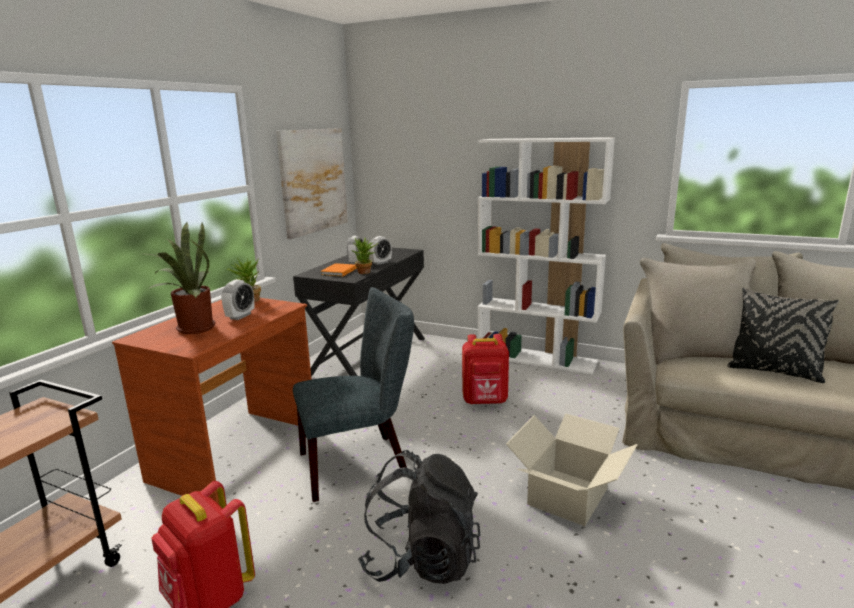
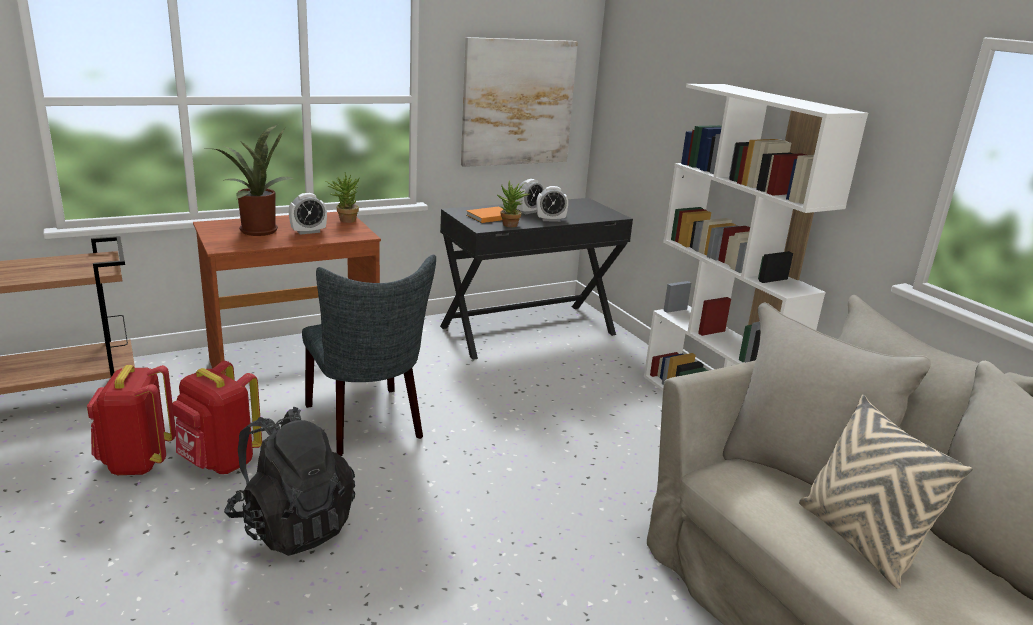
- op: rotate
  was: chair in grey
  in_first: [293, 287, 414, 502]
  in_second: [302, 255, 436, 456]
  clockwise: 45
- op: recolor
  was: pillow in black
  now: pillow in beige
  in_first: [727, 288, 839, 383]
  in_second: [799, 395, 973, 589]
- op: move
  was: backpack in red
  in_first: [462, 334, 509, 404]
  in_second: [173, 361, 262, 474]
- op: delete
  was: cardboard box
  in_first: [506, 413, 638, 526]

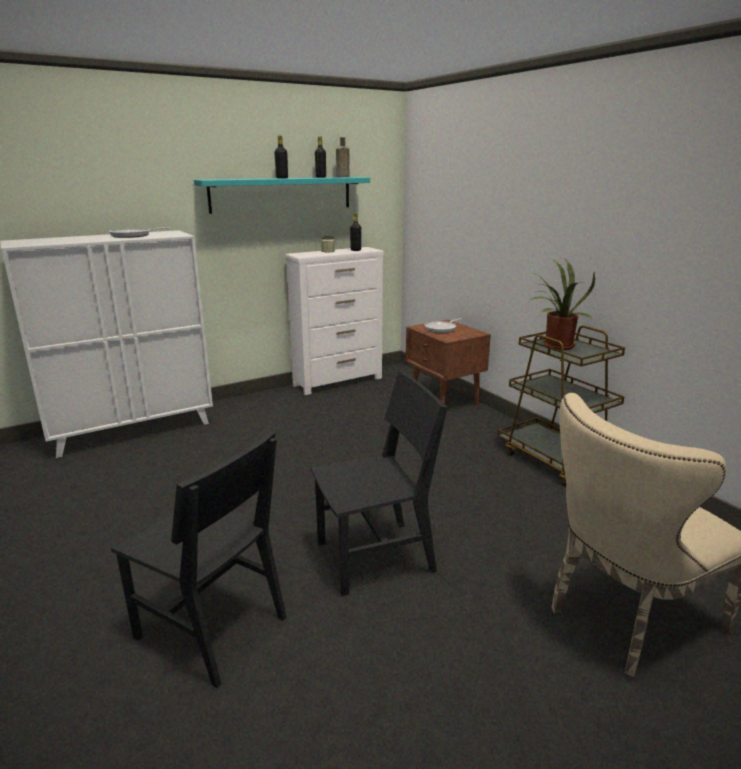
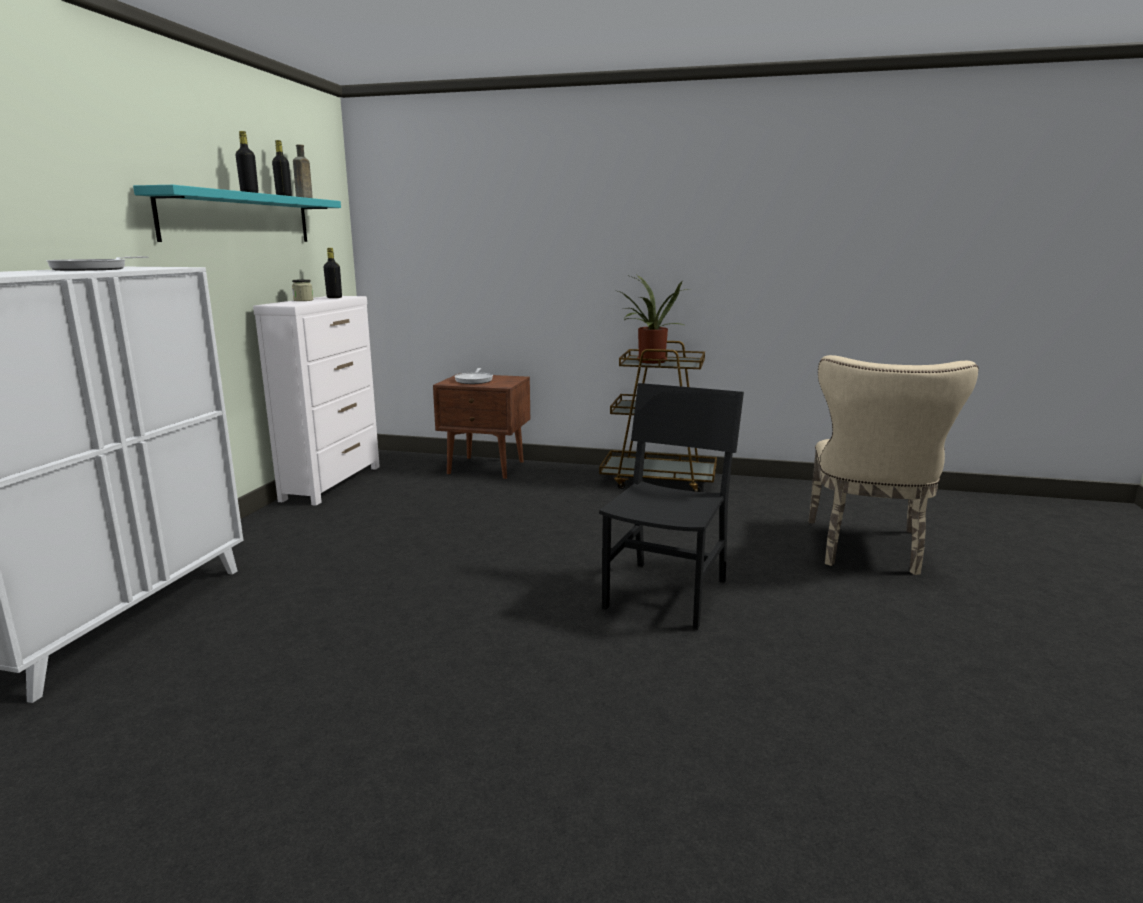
- op: delete
  was: chair in black
  in_first: [111, 430, 287, 688]

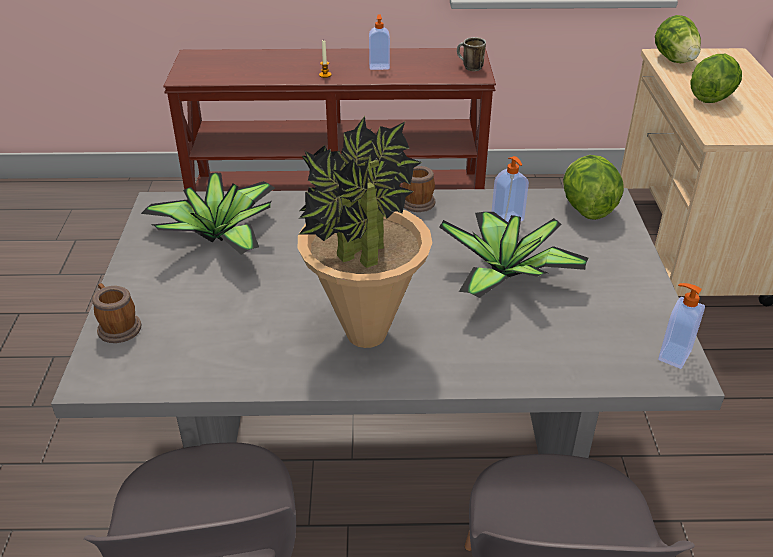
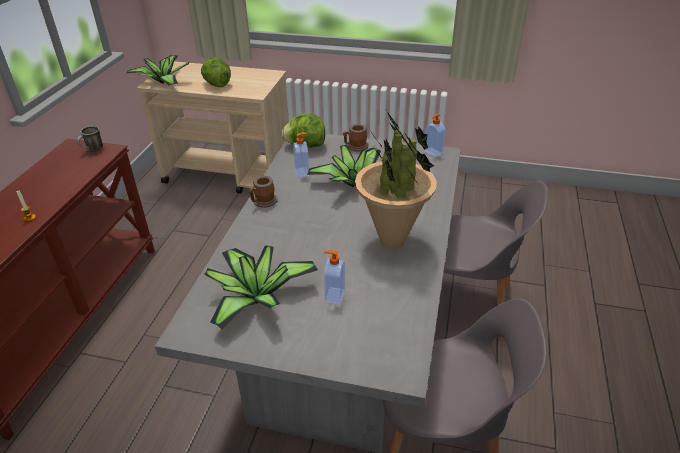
- op: move
  was: soap dispenser
  in_first: [369, 15, 390, 70]
  in_second: [324, 250, 345, 304]
- op: replace
  was: lettuce
  now: potted plant
  in_first: [655, 15, 701, 63]
  in_second: [126, 55, 189, 85]
- op: move
  was: mug
  in_first: [92, 283, 141, 343]
  in_second: [343, 124, 368, 152]

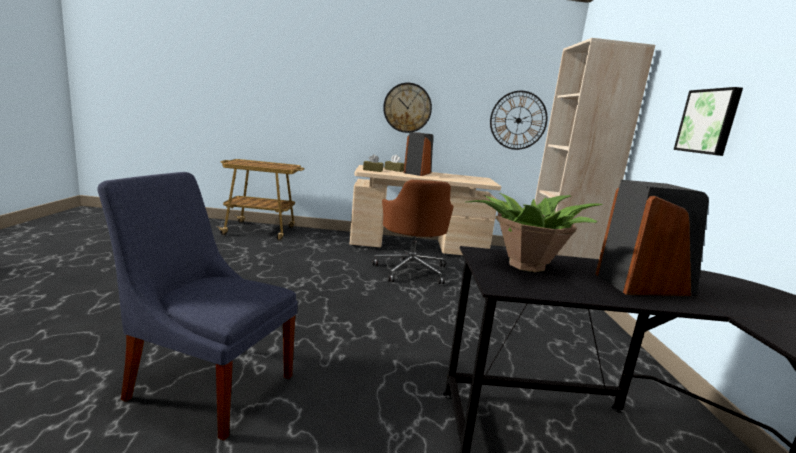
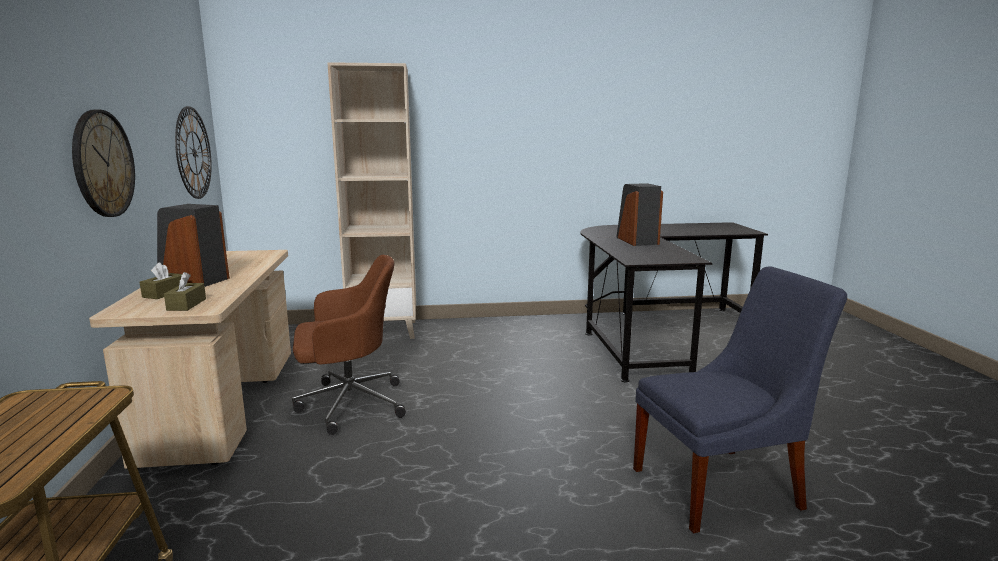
- op: delete
  was: picture
  in_first: [674, 87, 743, 156]
- op: rotate
  was: chair in blue
  in_first: [97, 172, 298, 441]
  in_second: [633, 266, 847, 533]
  clockwise: -120
- op: delete
  was: potted plant
  in_first: [467, 193, 603, 272]

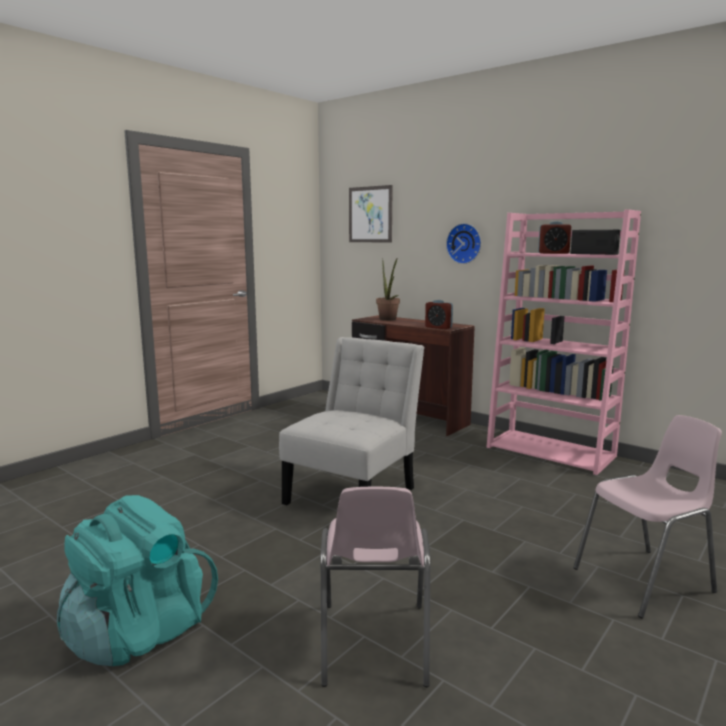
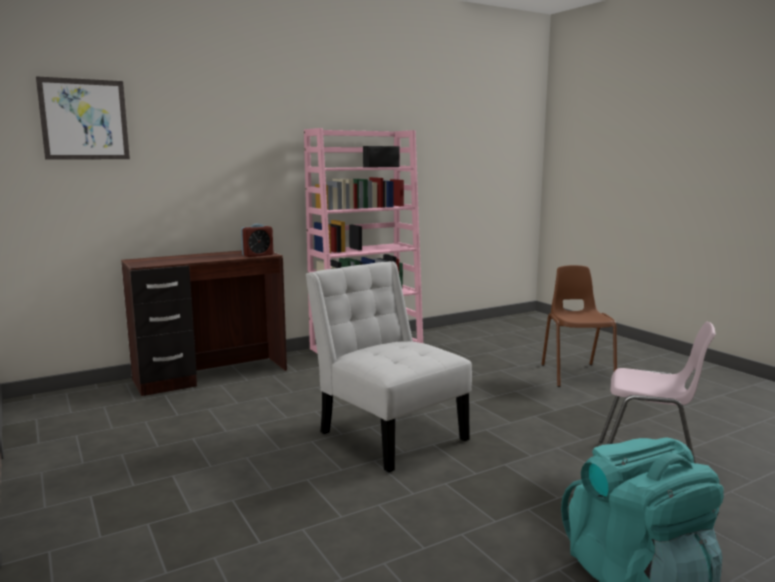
- op: delete
  was: alarm clock
  in_first: [538, 221, 571, 254]
- op: delete
  was: wall clock
  in_first: [446, 223, 481, 264]
- op: delete
  was: potted plant
  in_first: [376, 258, 400, 321]
- op: recolor
  was: chair in pink
  now: chair in brown
  in_first: [573, 415, 722, 618]
  in_second: [542, 265, 617, 387]

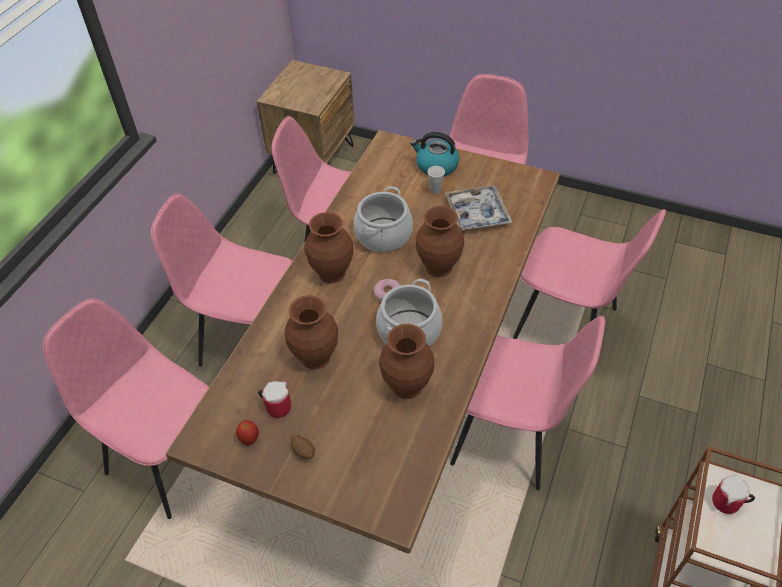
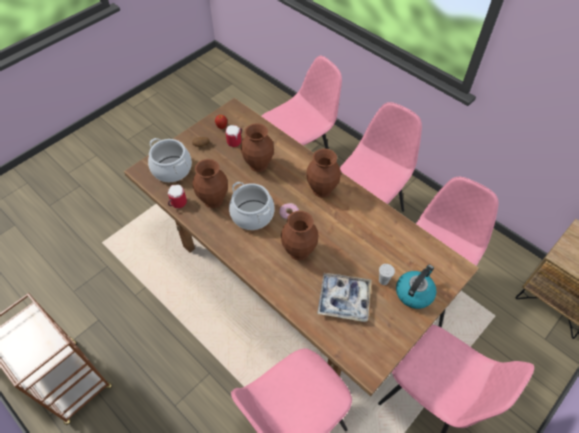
- op: move
  was: cooking pot
  in_first: [353, 186, 413, 252]
  in_second: [148, 138, 192, 182]
- op: delete
  was: chair in pink
  in_first: [450, 315, 605, 490]
- op: move
  was: mug
  in_first: [712, 475, 755, 514]
  in_second: [168, 185, 187, 208]

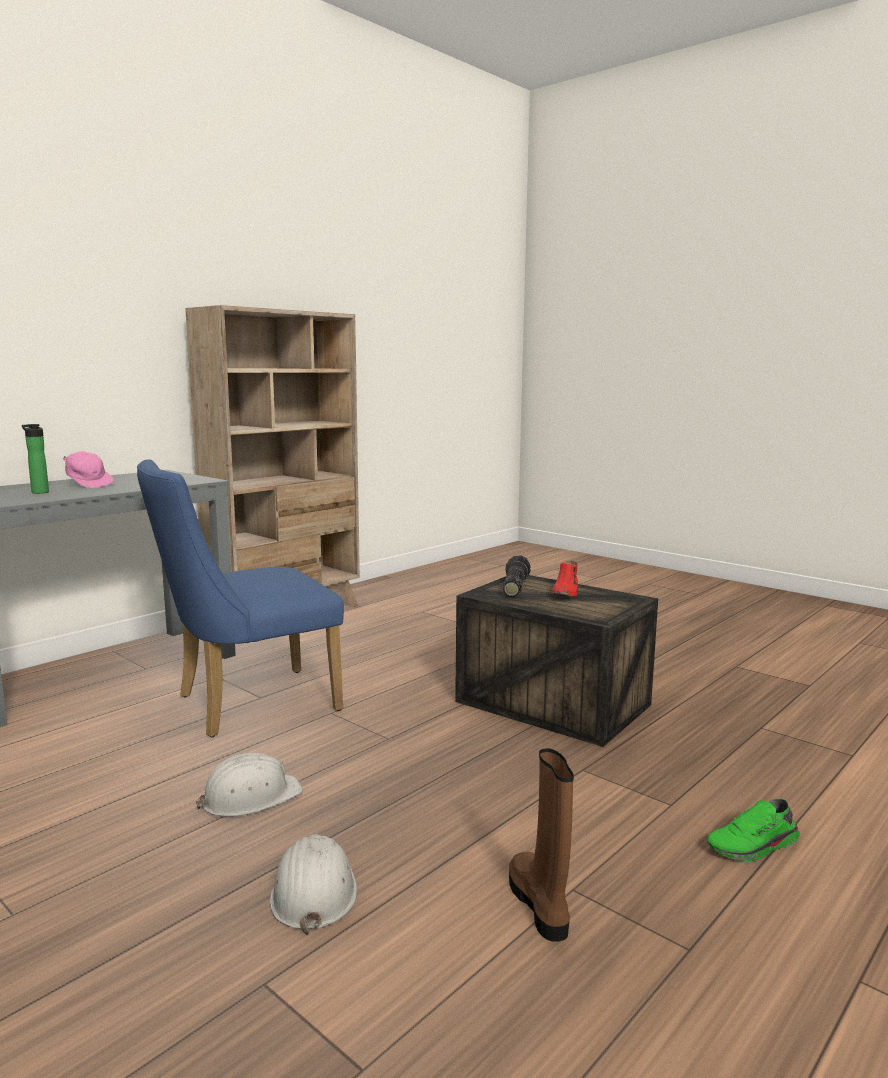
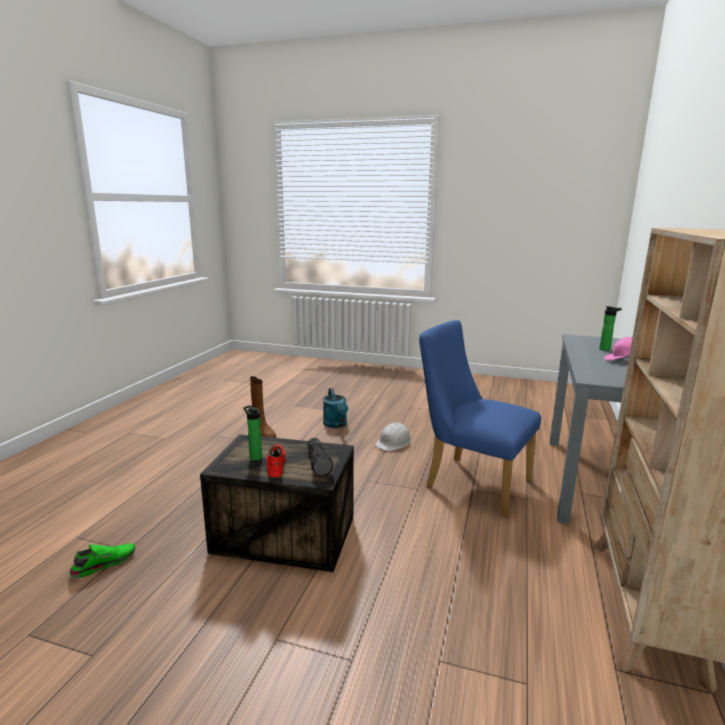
- op: rotate
  was: chair in blue
  in_first: [137, 459, 344, 737]
  in_second: [419, 320, 541, 516]
  clockwise: -90
- op: move
  was: shoe in green
  in_first: [707, 799, 800, 861]
  in_second: [69, 544, 135, 578]
- op: replace
  was: hard hat in white
  now: watering can in turquoise
  in_first: [270, 834, 357, 935]
  in_second: [323, 388, 348, 428]
- op: insert
  now: bottle
  in_second: [243, 405, 262, 461]

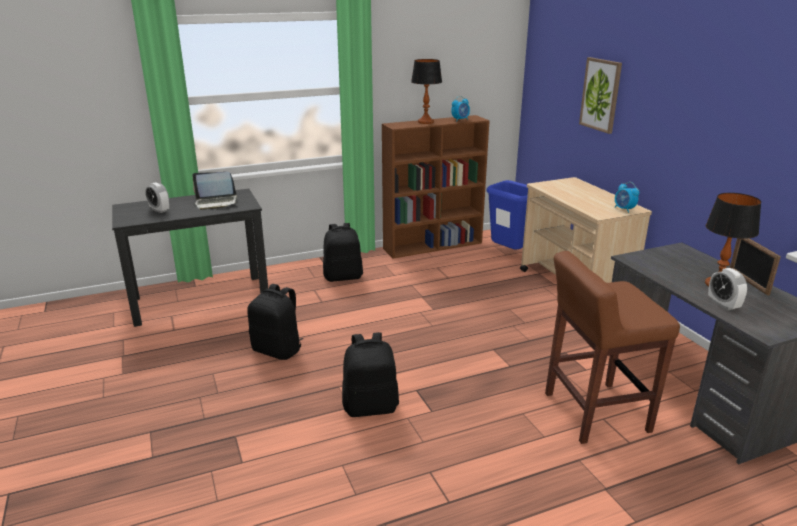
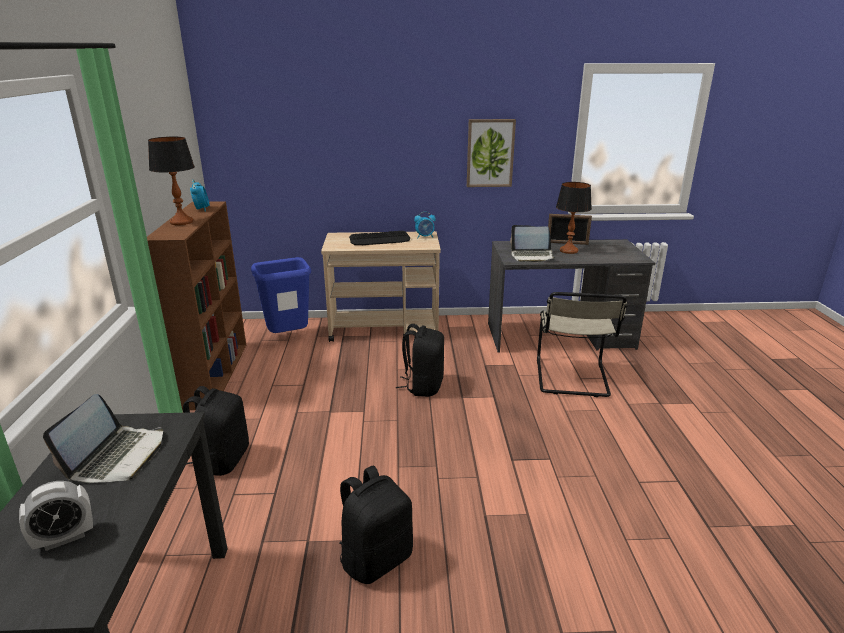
- op: move
  was: picture
  in_first: [579, 57, 622, 134]
  in_second: [467, 119, 516, 187]
- op: replace
  was: stool in brown
  now: chair in beige
  in_first: [545, 251, 680, 444]
  in_second: [537, 292, 628, 397]
- op: delete
  was: alarm clock
  in_first: [708, 268, 747, 311]
- op: move
  was: backpack in black
  in_first: [342, 332, 399, 417]
  in_second: [396, 324, 444, 397]
- op: insert
  now: laptop
  in_second: [510, 225, 556, 262]
- op: insert
  now: keyboard
  in_second: [349, 231, 410, 245]

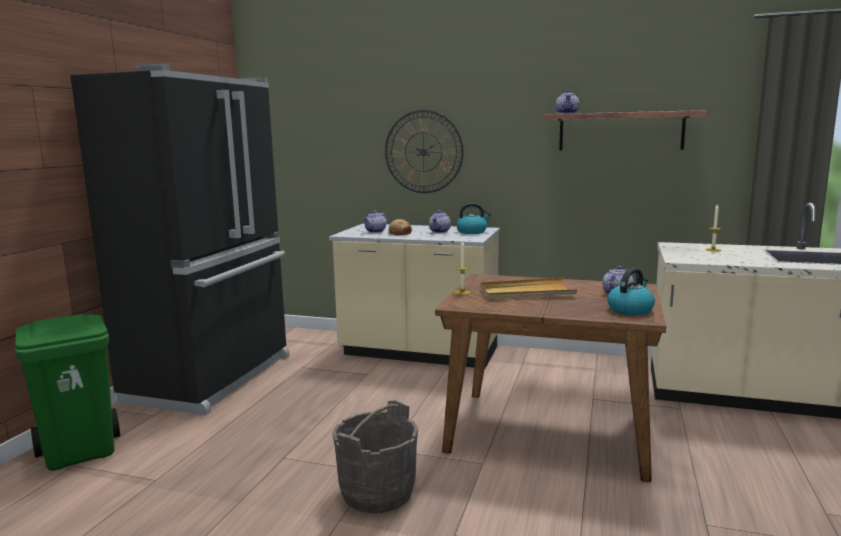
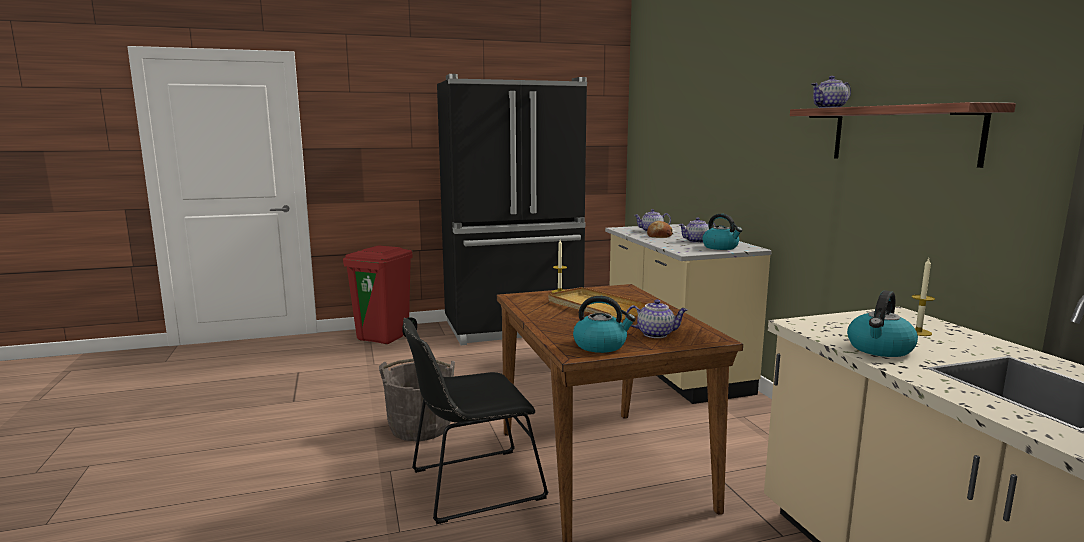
- op: delete
  was: wall clock
  in_first: [385, 110, 464, 193]
- op: recolor
  was: trash can in green
  now: trash can in red
  in_first: [15, 314, 120, 471]
  in_second: [343, 245, 417, 344]
- op: insert
  now: kettle
  in_second: [847, 290, 918, 357]
- op: insert
  now: chair in black
  in_second: [403, 318, 548, 524]

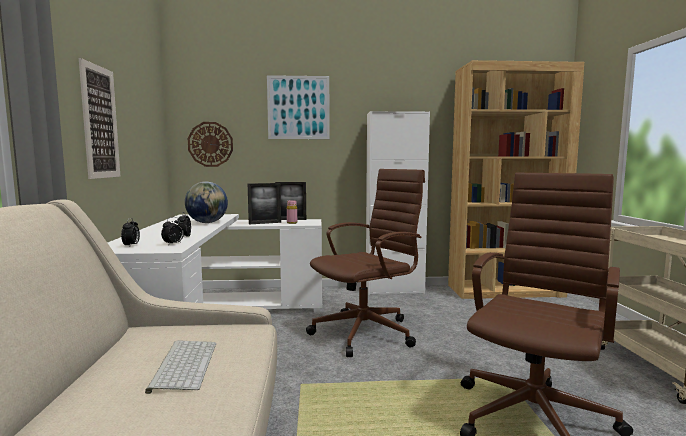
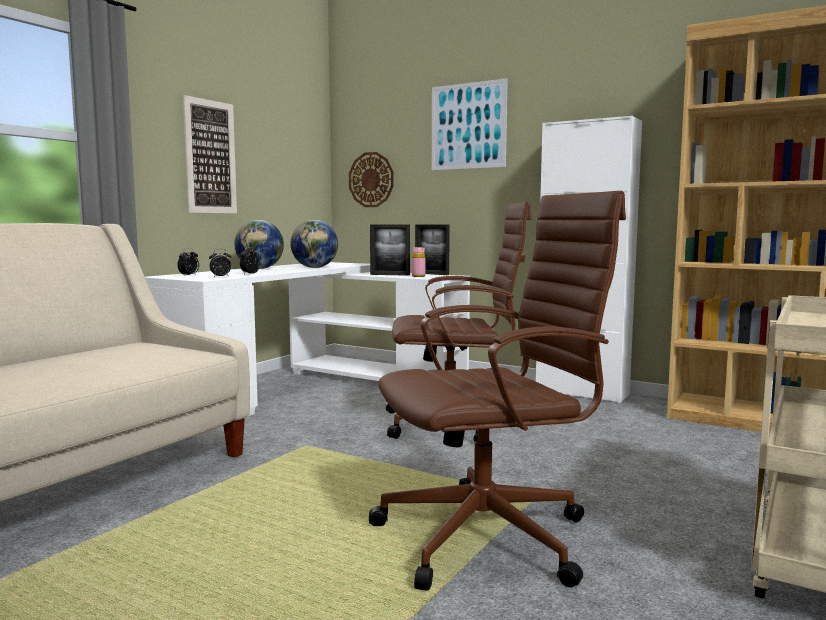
- op: delete
  was: keyboard
  in_first: [145, 340, 216, 394]
- op: insert
  now: globe
  in_second: [234, 220, 284, 269]

